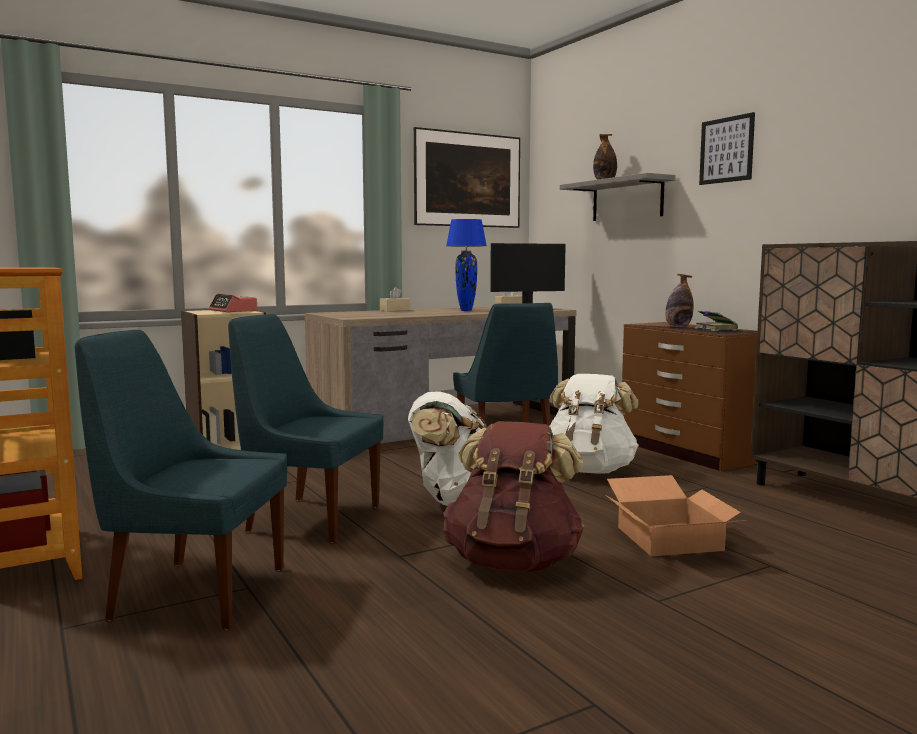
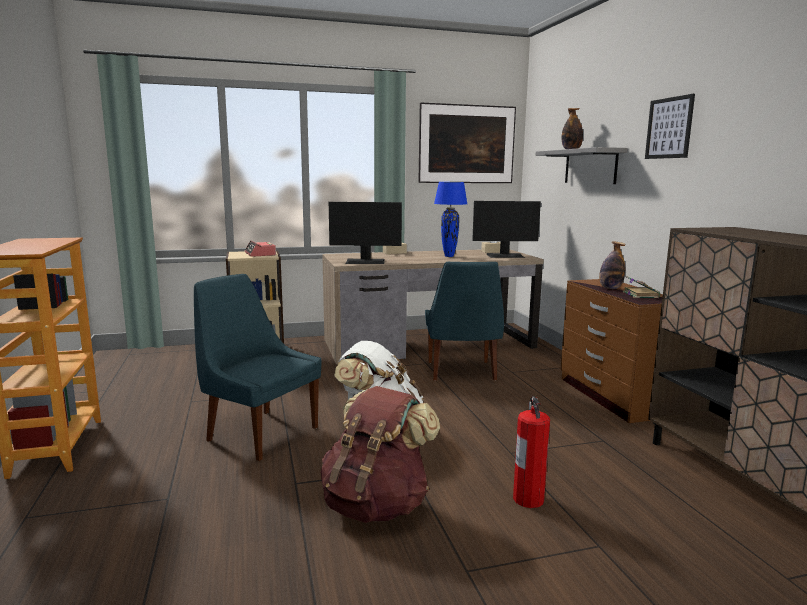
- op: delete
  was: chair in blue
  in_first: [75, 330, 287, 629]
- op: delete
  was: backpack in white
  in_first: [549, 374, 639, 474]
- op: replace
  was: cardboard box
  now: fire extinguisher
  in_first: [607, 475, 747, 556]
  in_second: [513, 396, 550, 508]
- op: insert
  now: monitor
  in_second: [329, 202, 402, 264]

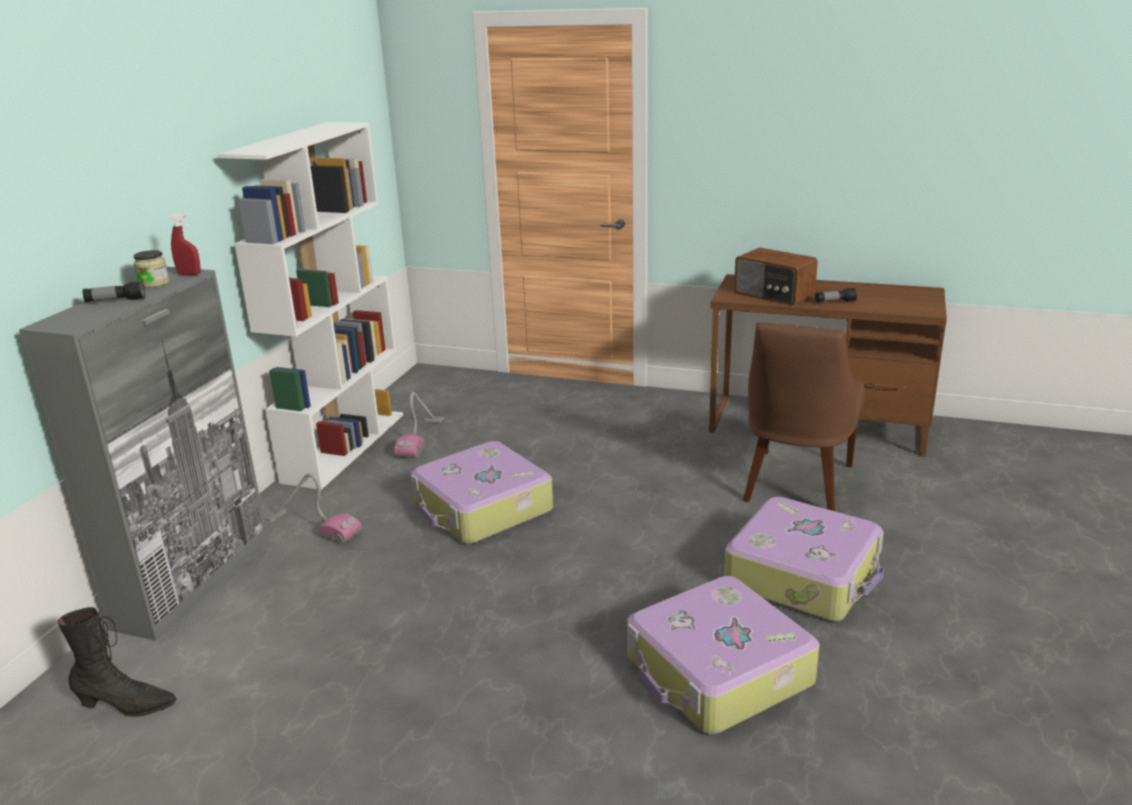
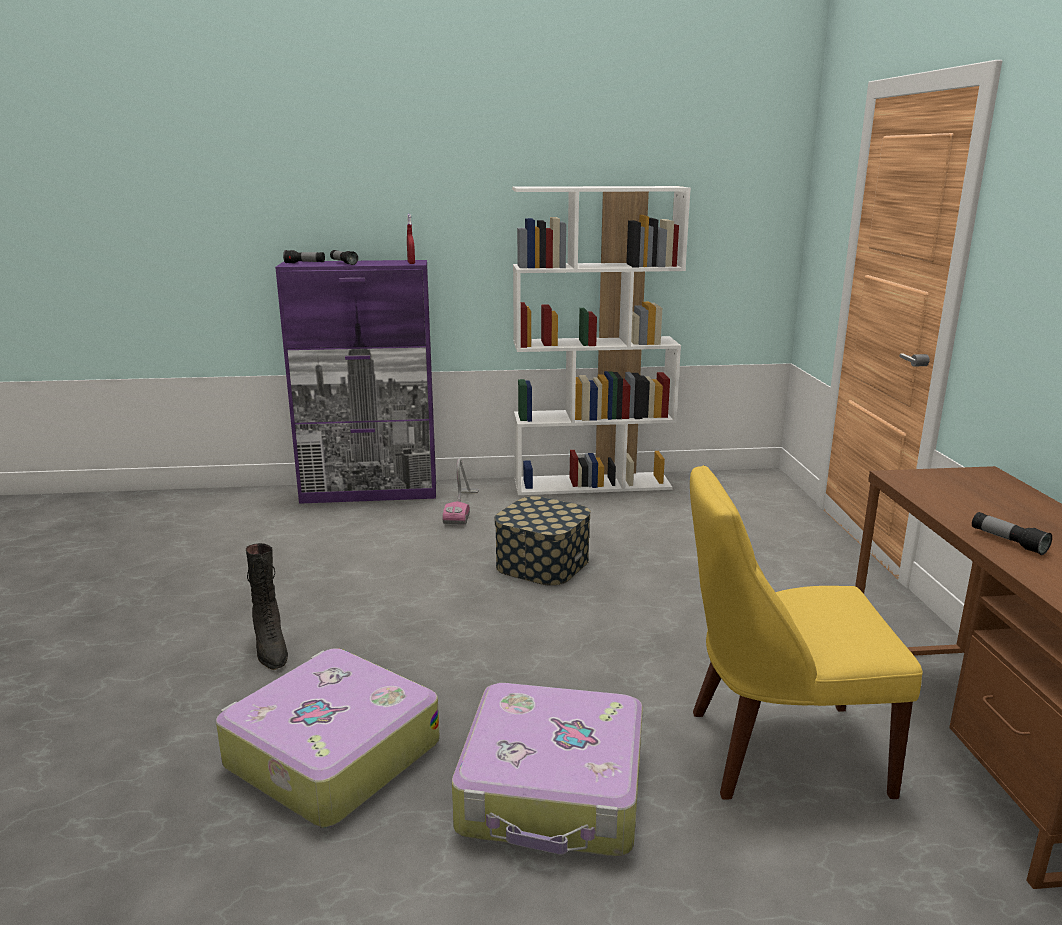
- op: delete
  was: radio
  in_first: [734, 248, 818, 306]
- op: delete
  was: jar
  in_first: [133, 250, 169, 288]
- op: recolor
  was: cabinet in grey
  now: cabinet in purple
  in_first: [19, 267, 268, 641]
  in_second: [275, 260, 436, 504]
- op: recolor
  was: chair in brown
  now: chair in yellow
  in_first: [743, 322, 865, 511]
  in_second: [690, 465, 923, 800]
- op: delete
  was: vacuum cleaner
  in_first: [394, 392, 444, 458]
- op: replace
  was: suitcase
  now: storage box
  in_first: [411, 441, 553, 544]
  in_second: [494, 496, 591, 585]
- op: move
  was: boot in black
  in_first: [58, 607, 176, 717]
  in_second: [246, 543, 288, 670]
- op: insert
  now: flashlight
  in_second: [283, 250, 325, 263]

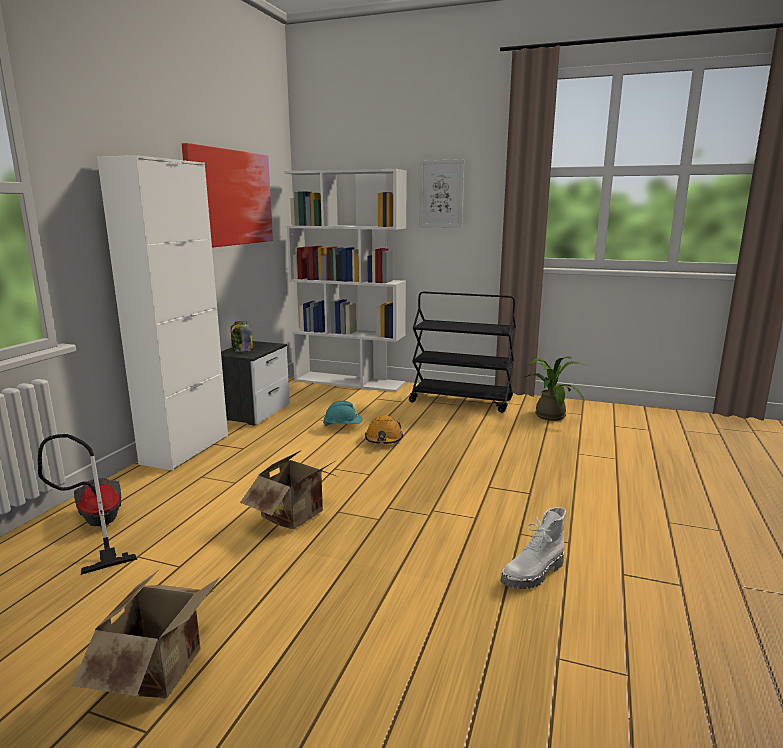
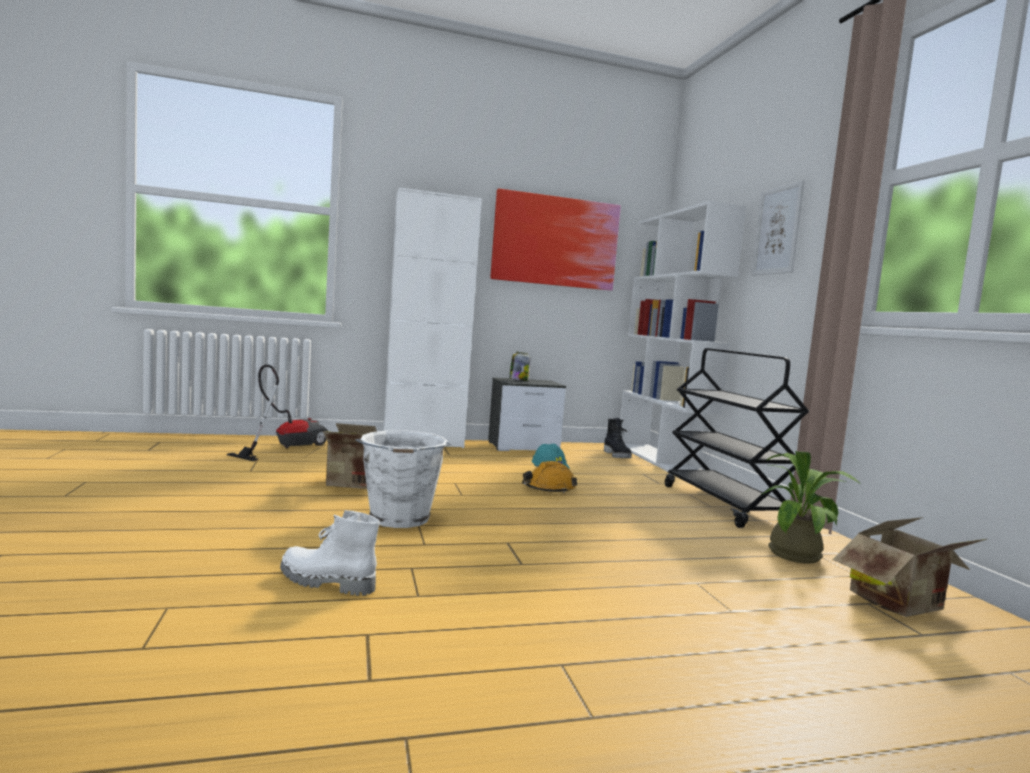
- op: move
  was: cardboard box
  in_first: [71, 569, 220, 699]
  in_second: [832, 517, 987, 617]
- op: insert
  now: boot in black
  in_second: [604, 418, 632, 458]
- op: insert
  now: bucket in white
  in_second: [355, 430, 451, 528]

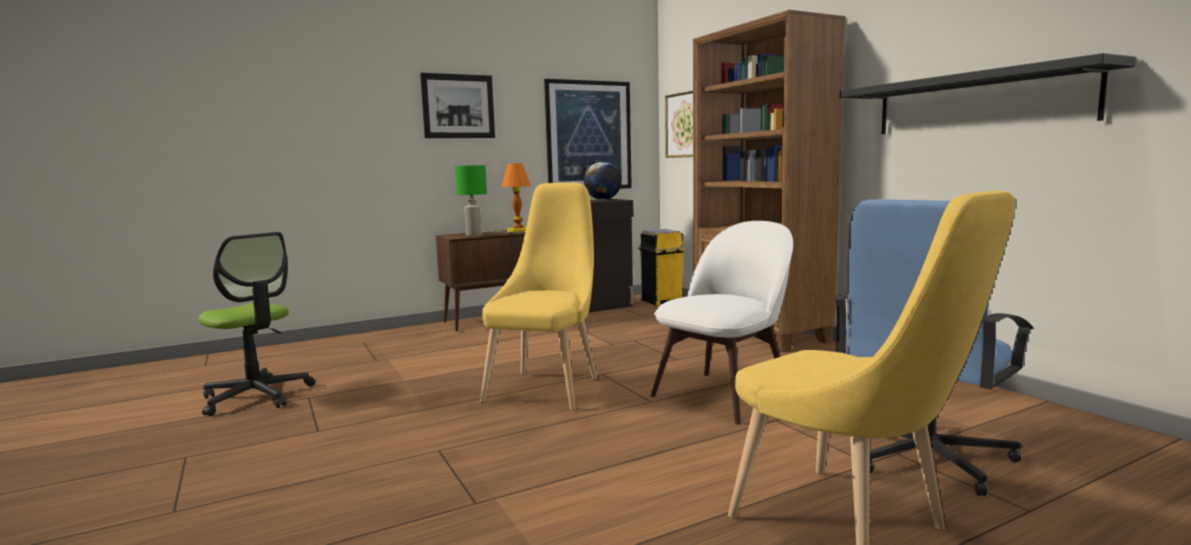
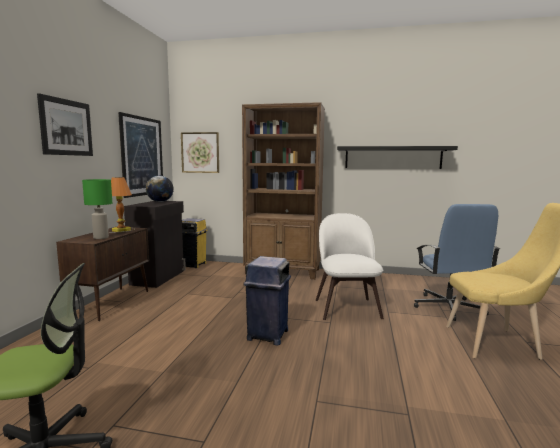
- op: replace
  was: chair in yellow
  now: trash can in blue
  in_first: [480, 183, 597, 411]
  in_second: [243, 256, 291, 345]

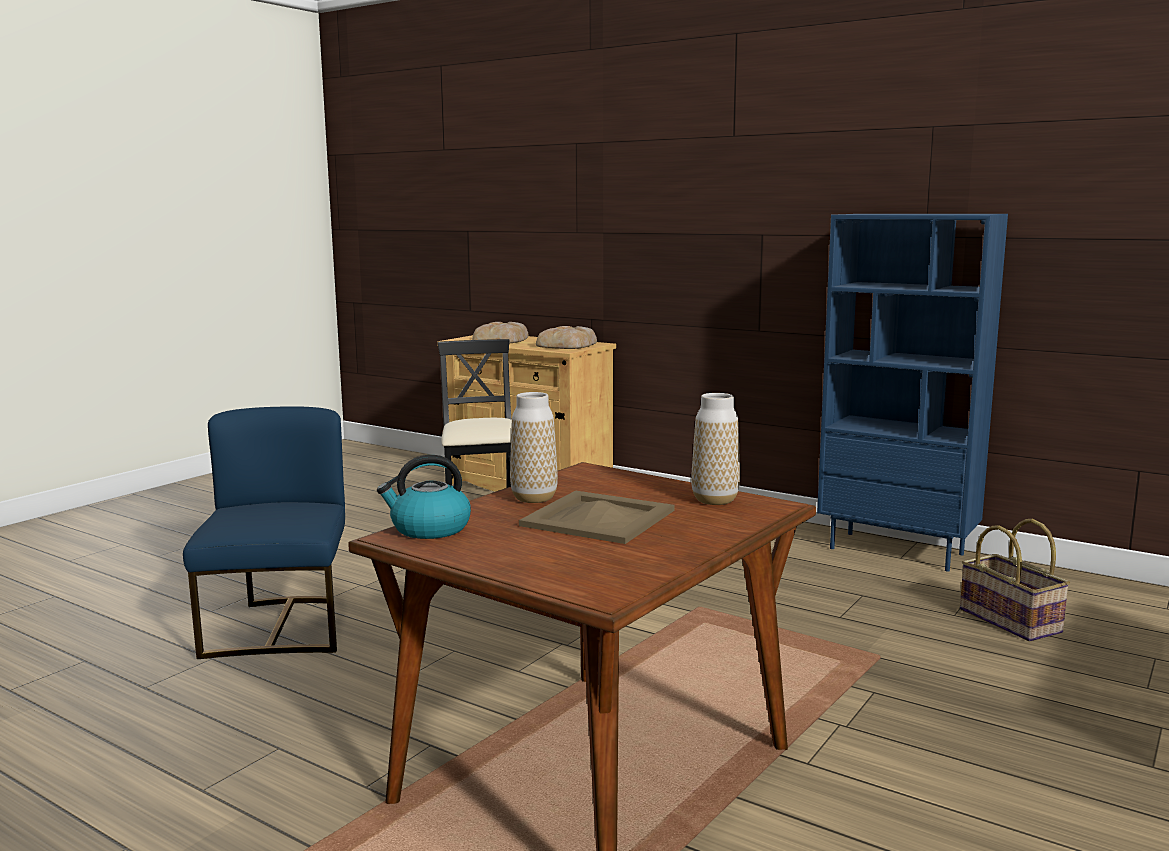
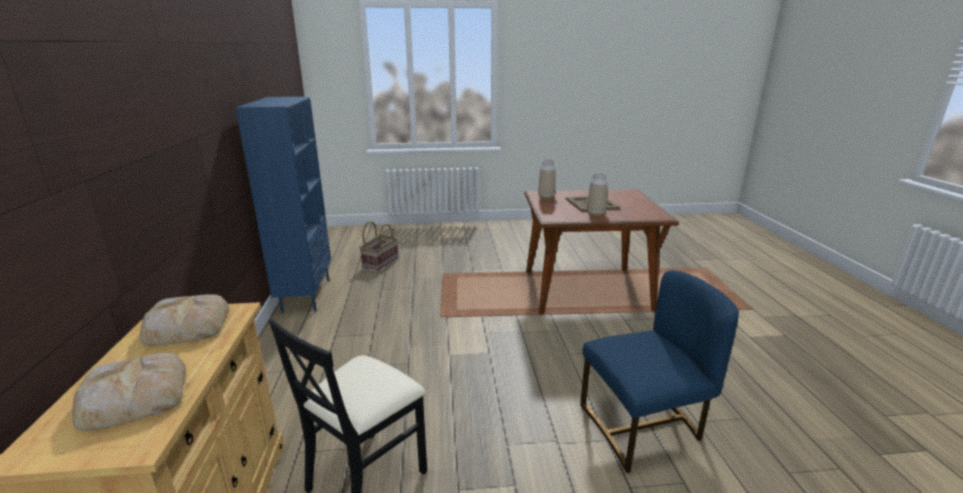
- op: rotate
  was: chair in blue
  in_first: [183, 406, 345, 659]
  in_second: [580, 270, 739, 473]
  clockwise: -150
- op: delete
  was: kettle
  in_first: [377, 455, 471, 539]

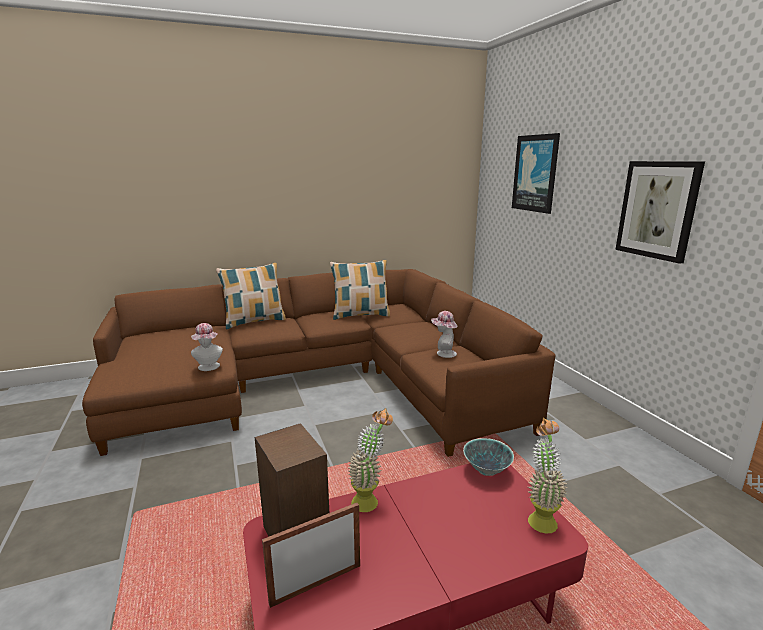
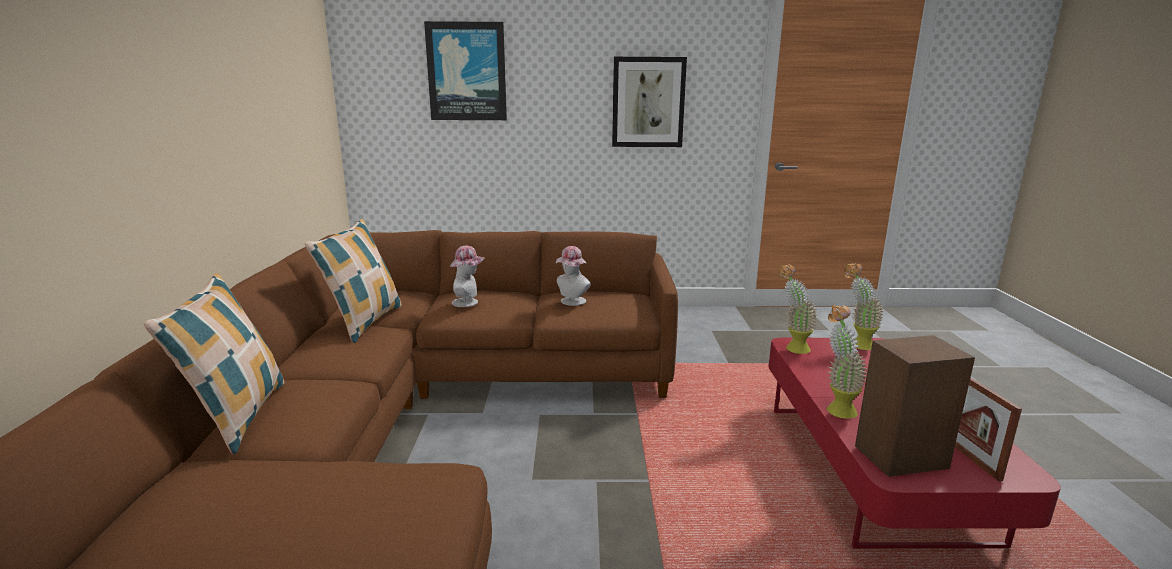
- op: move
  was: hat
  in_first: [191, 323, 223, 371]
  in_second: [450, 246, 485, 307]
- op: replace
  was: bowl
  now: potted plant
  in_first: [463, 438, 514, 476]
  in_second: [778, 264, 817, 354]

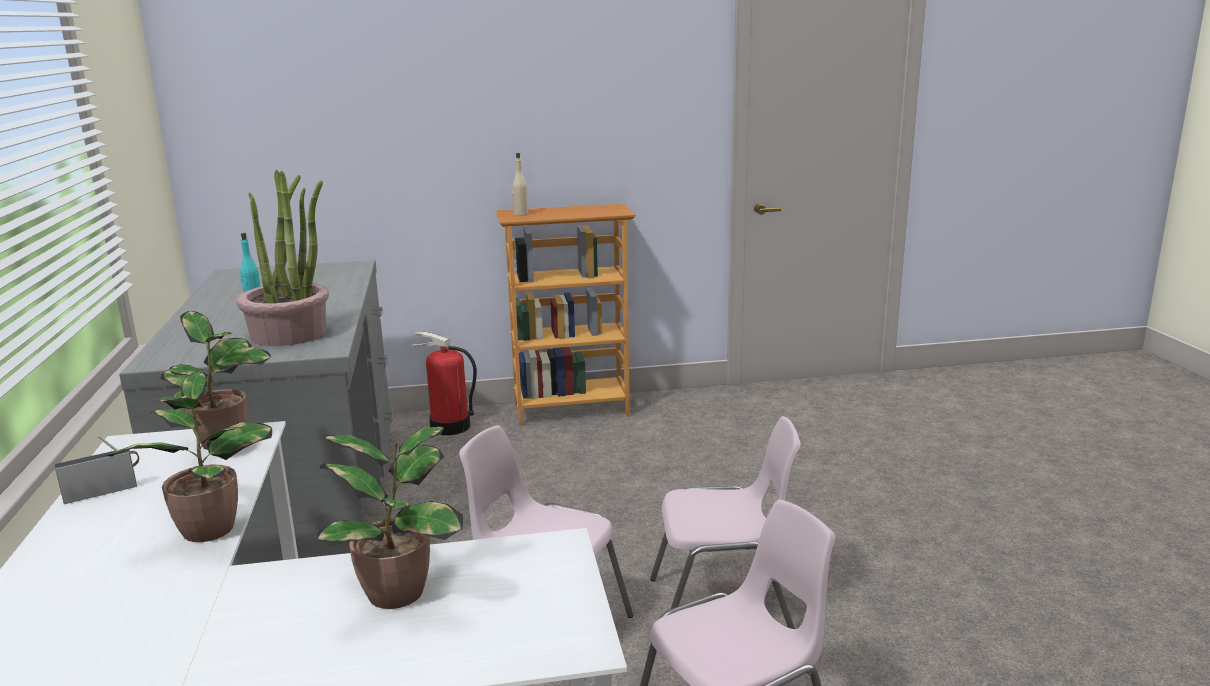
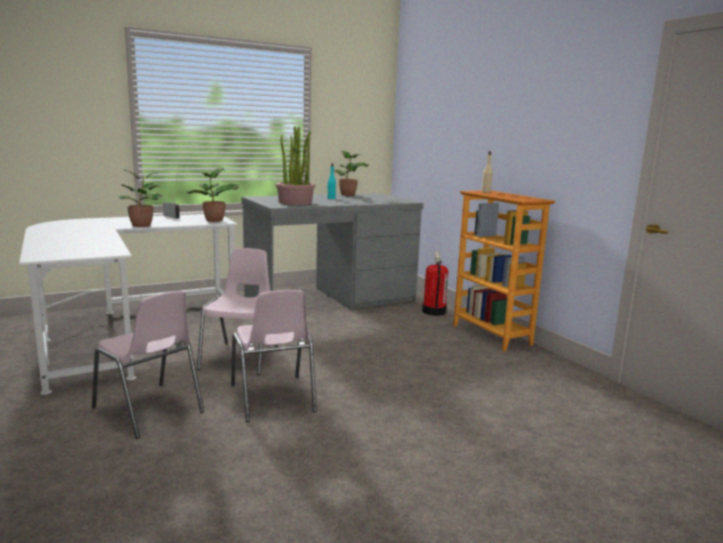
- op: move
  was: potted plant
  in_first: [317, 426, 463, 609]
  in_second: [334, 150, 369, 196]

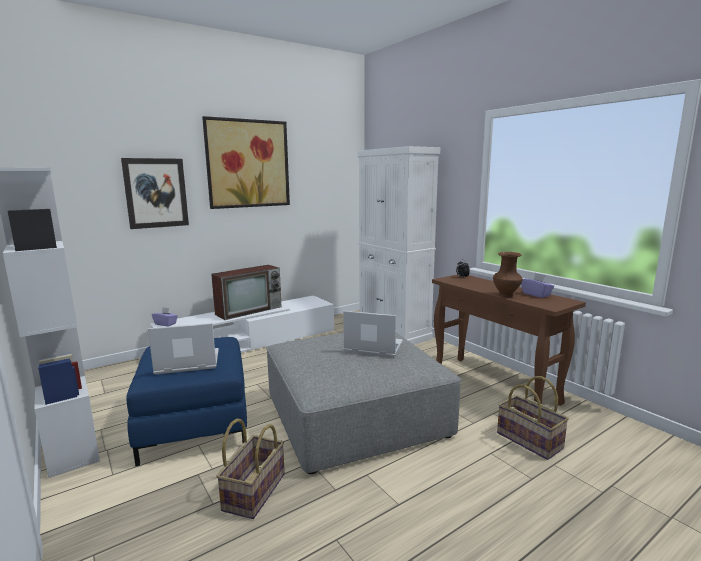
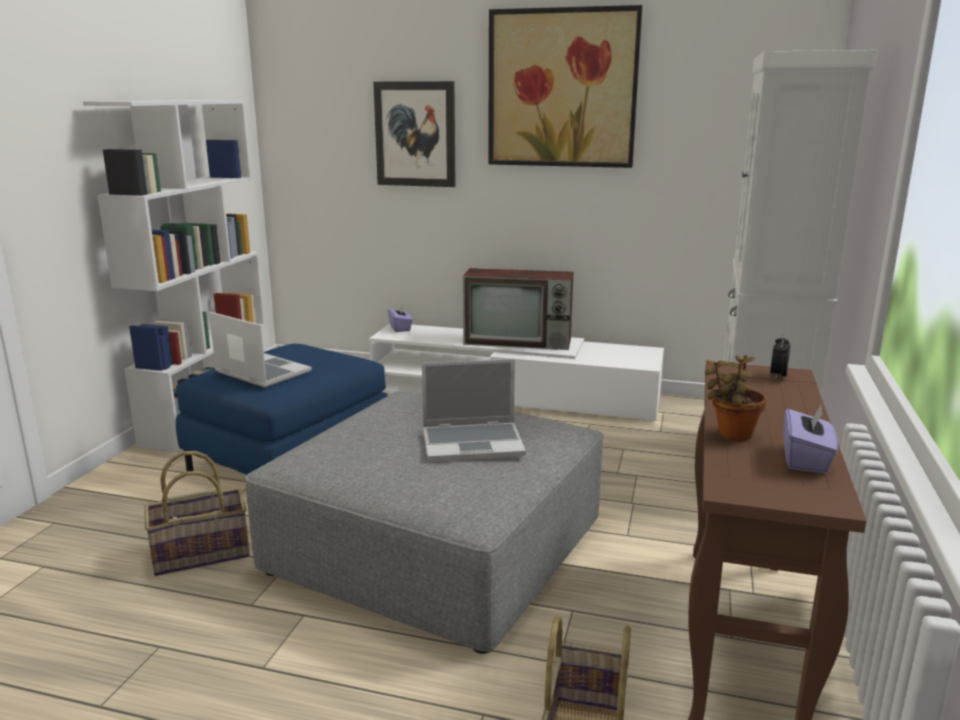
- op: replace
  was: vase in brown
  now: potted plant
  in_first: [493, 252, 523, 297]
  in_second: [705, 355, 767, 441]
- op: rotate
  was: laptop
  in_first: [343, 311, 403, 357]
  in_second: [422, 359, 526, 462]
  clockwise: 105

